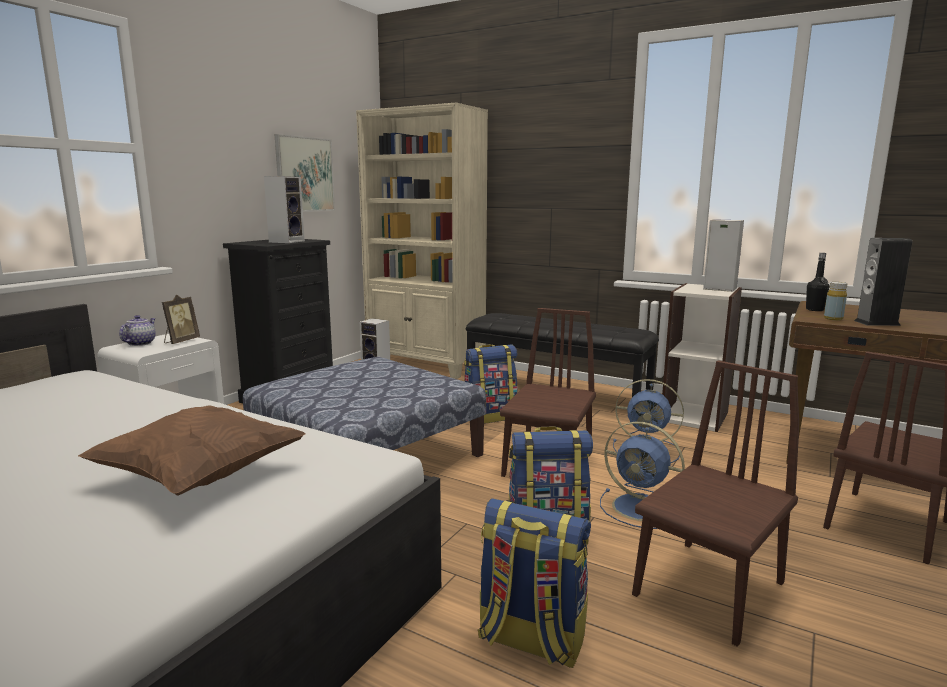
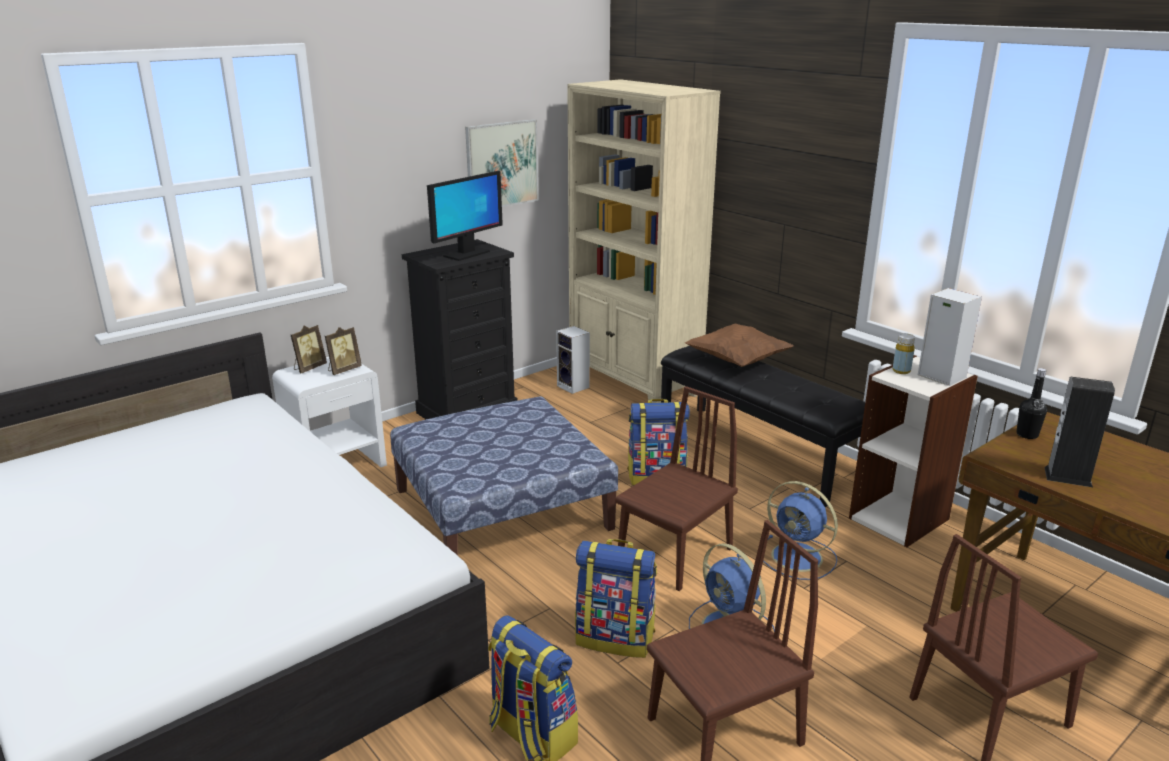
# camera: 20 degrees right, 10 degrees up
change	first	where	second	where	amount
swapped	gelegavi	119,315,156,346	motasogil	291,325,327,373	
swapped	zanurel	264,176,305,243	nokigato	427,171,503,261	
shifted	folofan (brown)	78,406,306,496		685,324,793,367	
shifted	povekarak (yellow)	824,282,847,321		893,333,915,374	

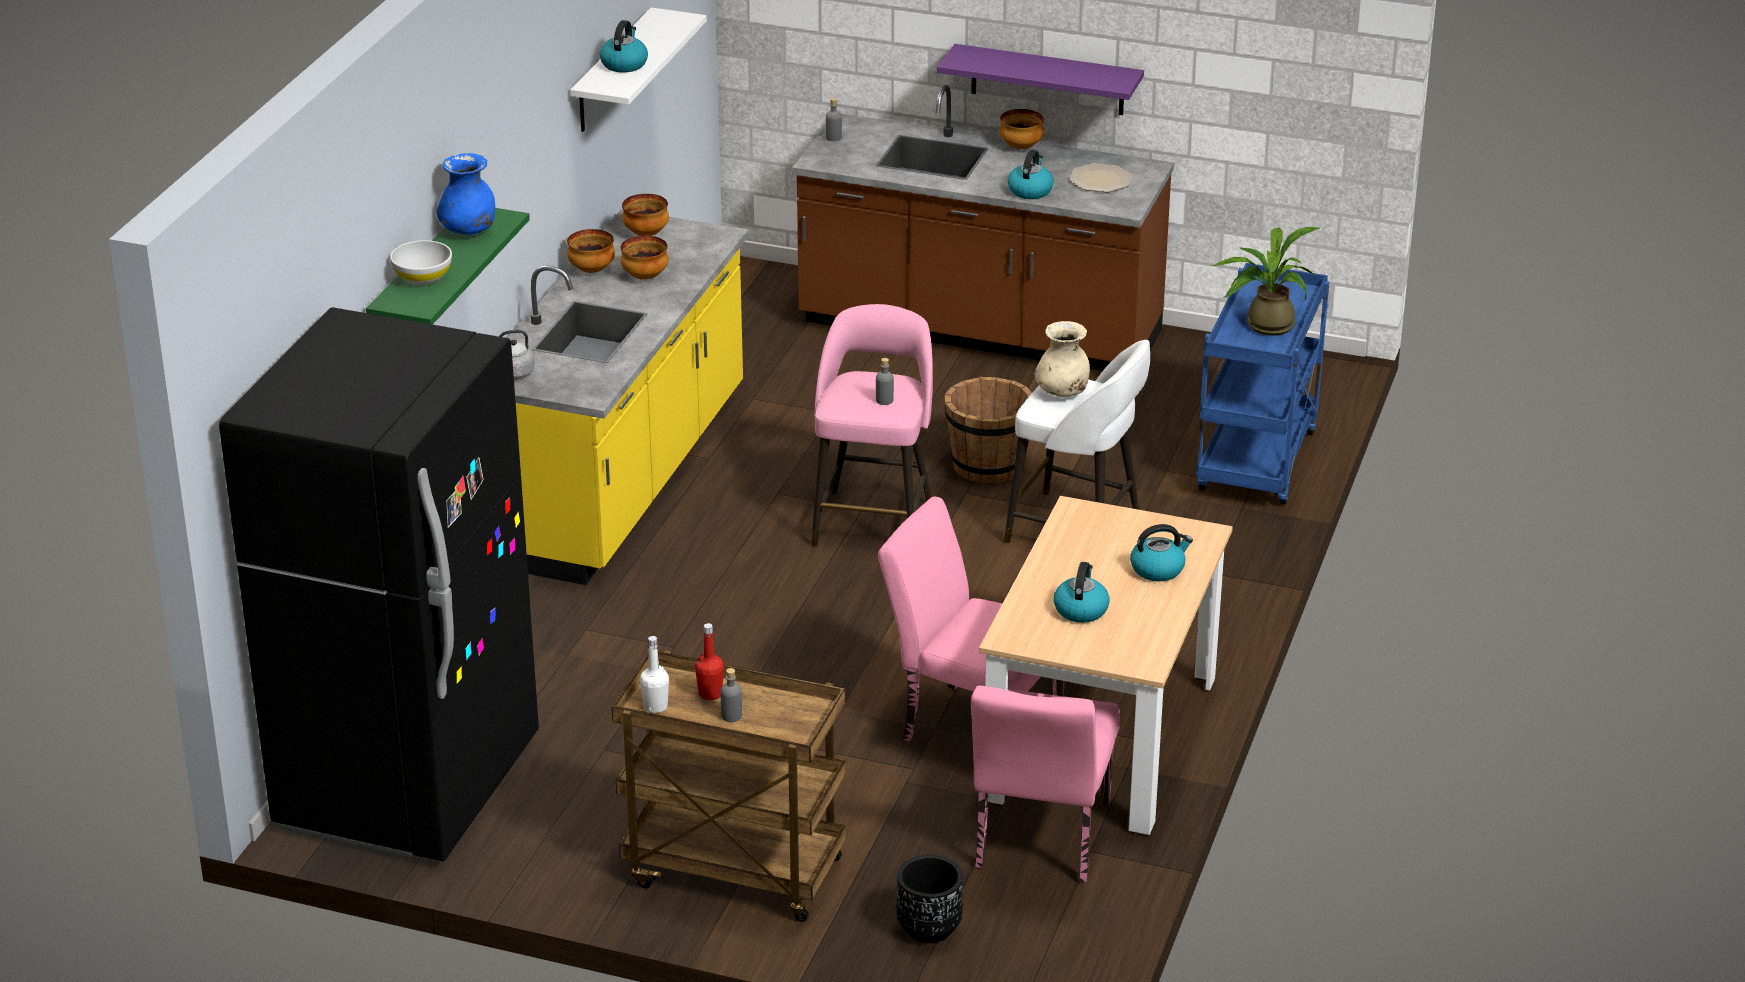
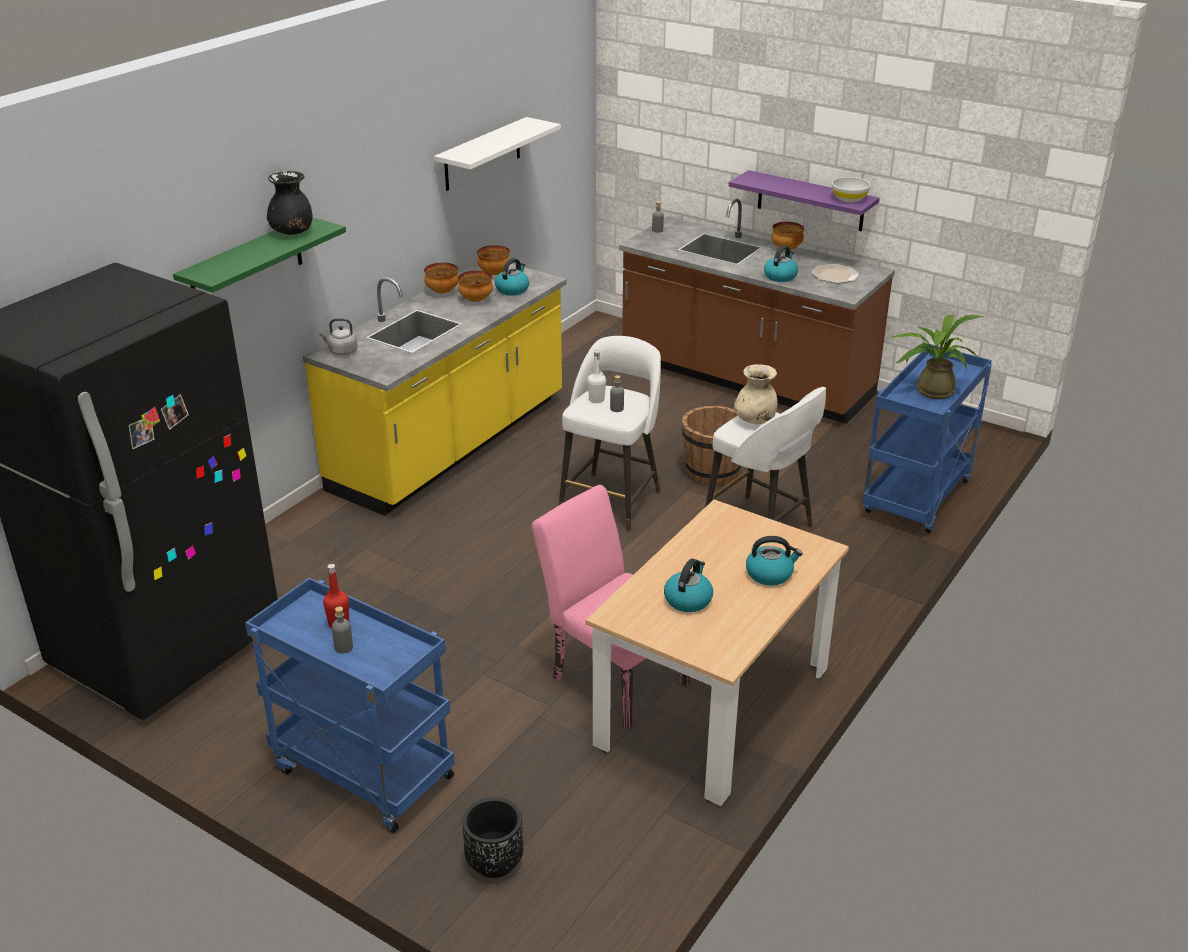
# camera: 15 degrees right, 0 degrees up
change	first	where	second	where	amount
repainted	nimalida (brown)	612,650,846,922	nimalida (blue)	245,578,455,833	
repainted	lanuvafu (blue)	436,153,495,235	lanuvafu (black)	267,171,312,235	
shifted	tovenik	600,20,648,73		495,258,529,296	
repainted	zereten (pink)	811,304,933,547	zereten (white)	559,336,661,531	
shifted	povekarak (white)	640,636,669,713		587,350,606,403	
shifted	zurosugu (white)	390,240,452,285		832,177,871,202	
gone	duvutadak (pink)	971,686,1120,883			

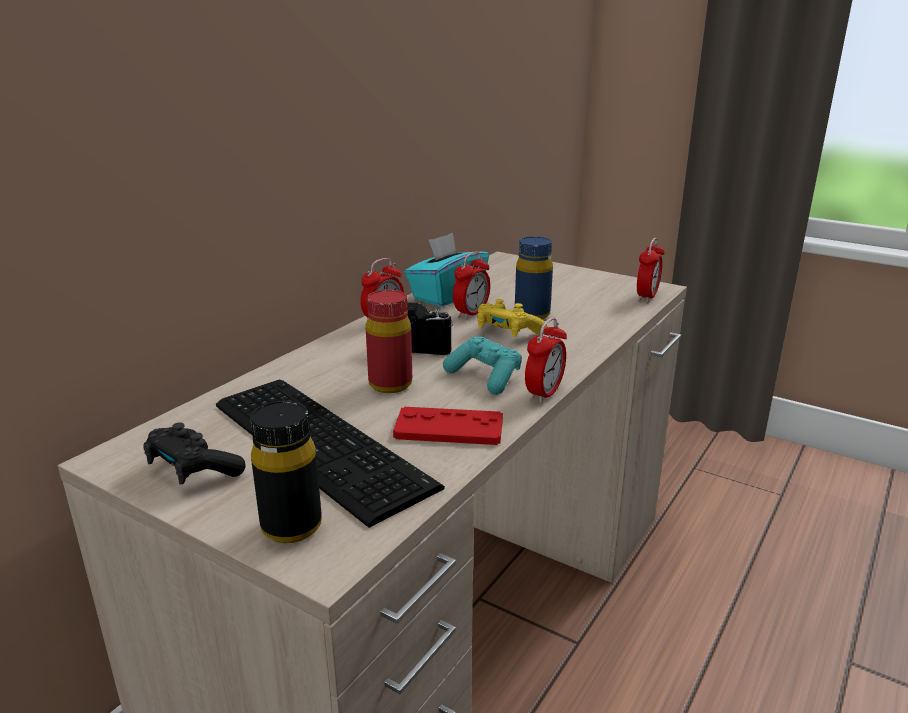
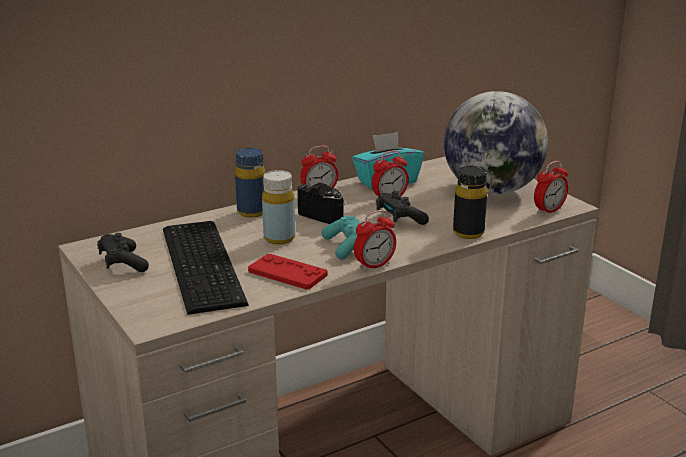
# camera: 25 degrees right, 0 degrees up
change	first	where	second	where	amount
shifted	povekarak (blue)	515,236,553,320		235,148,265,218	
repainted	povekarak (red)	366,290,412,393	povekarak (yellow)	262,170,295,245	
repainted	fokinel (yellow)	477,299,548,337	fokinel (black)	376,191,429,225	
new			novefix	444,91,548,195	
shifted	povekarak (black)	250,401,322,543		453,166,487,239	

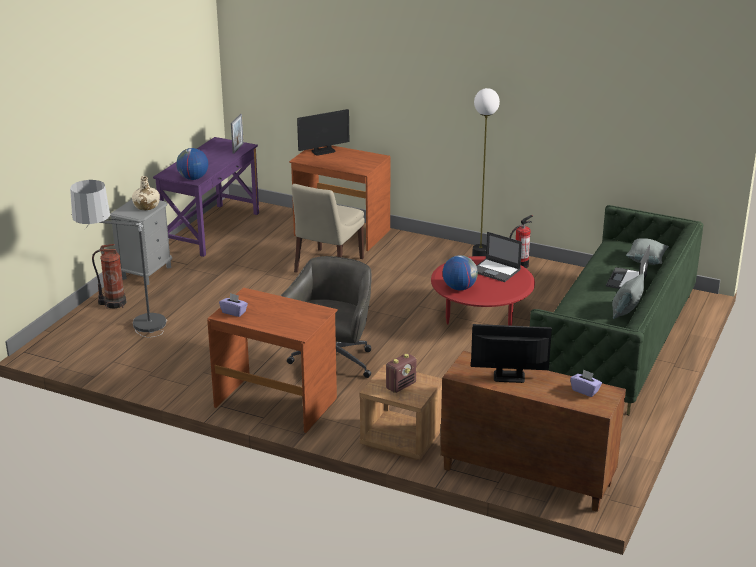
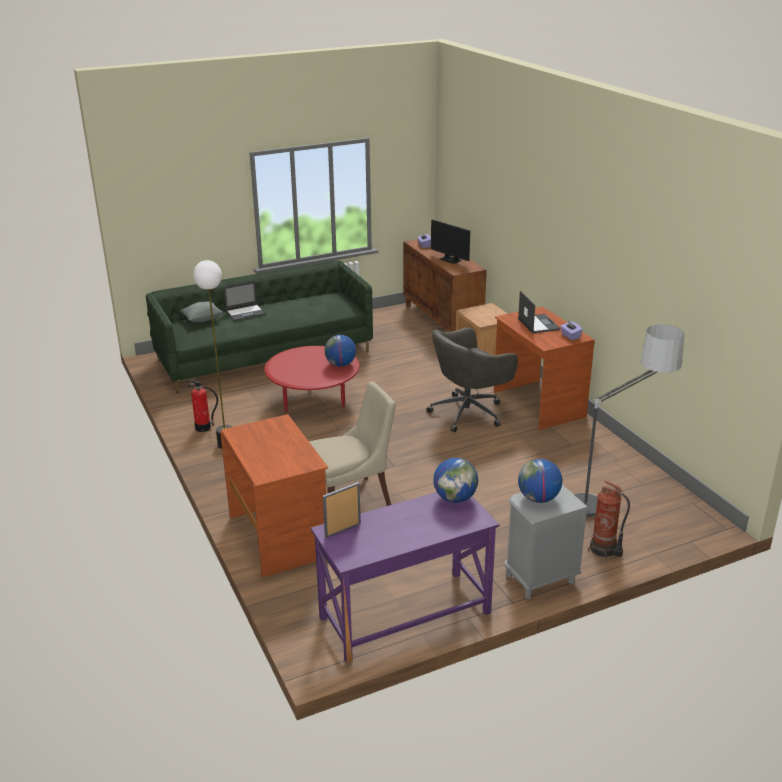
# camera: 140 degrees left, 0 degrees up
change	first	where	second	where	amount
shifted	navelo	477,232,522,282		518,291,560,334	
swapped	povekarak (beige)	132,176,160,210	novefix	518,459,562,503	
gone	nokigato	297,109,349,156			
gone	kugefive	386,353,417,393			
gone	folofan (grey)	612,272,644,319			

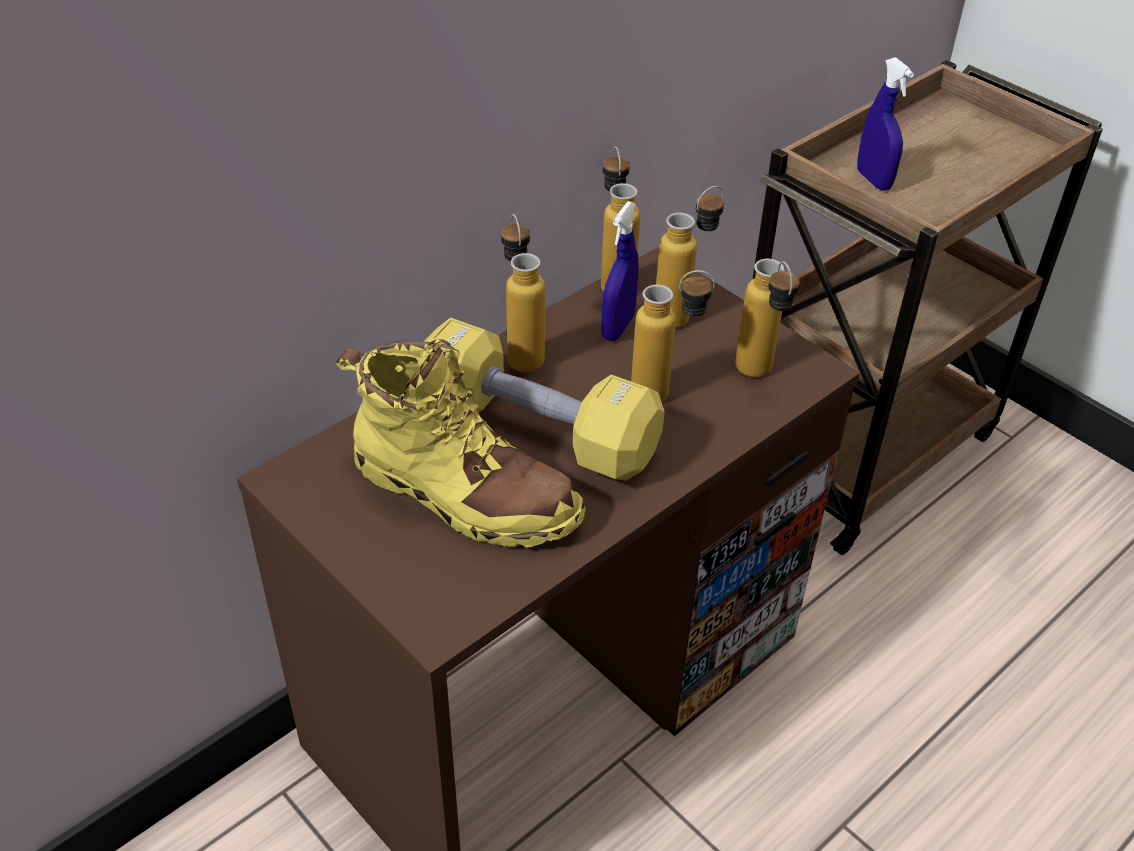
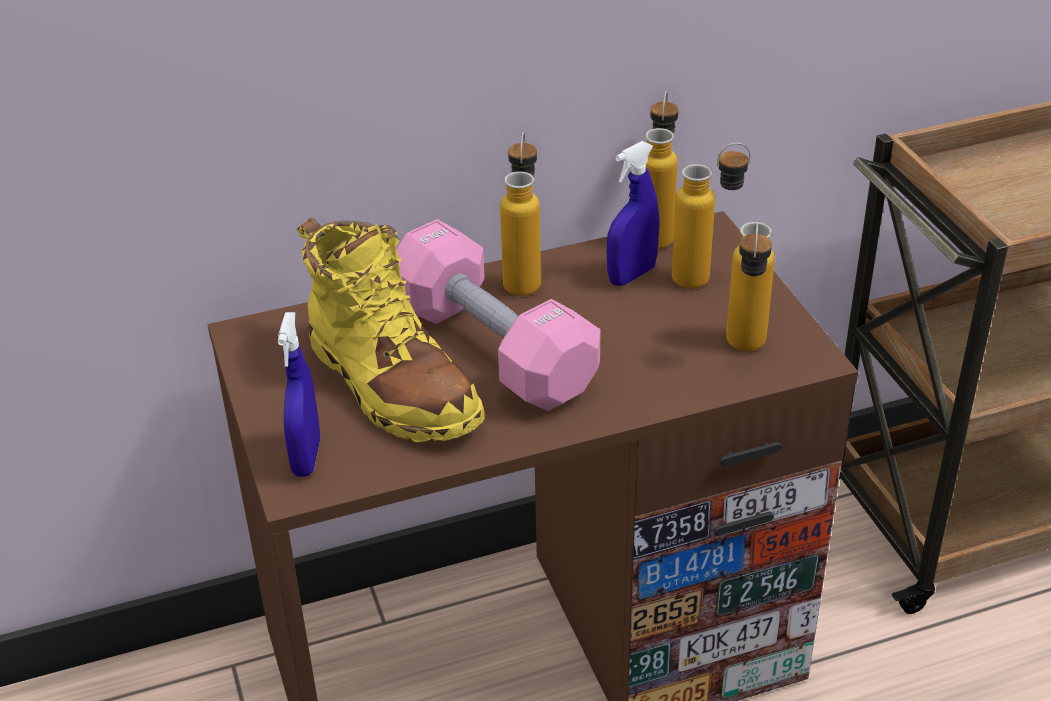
# camera: 25 degrees right, 5 degrees down
change	first	where	second	where	amount
shifted	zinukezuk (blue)	857,57,914,191		278,312,320,477	
repainted	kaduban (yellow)	424,318,665,481	kaduban (pink)	396,219,600,411	
gone	povekarak	631,270,715,402			

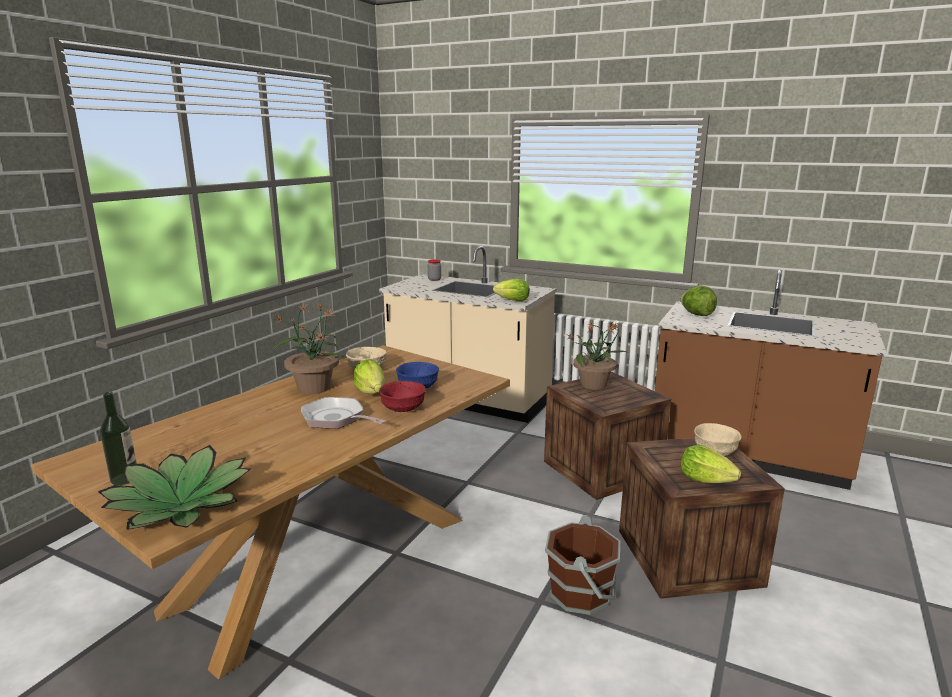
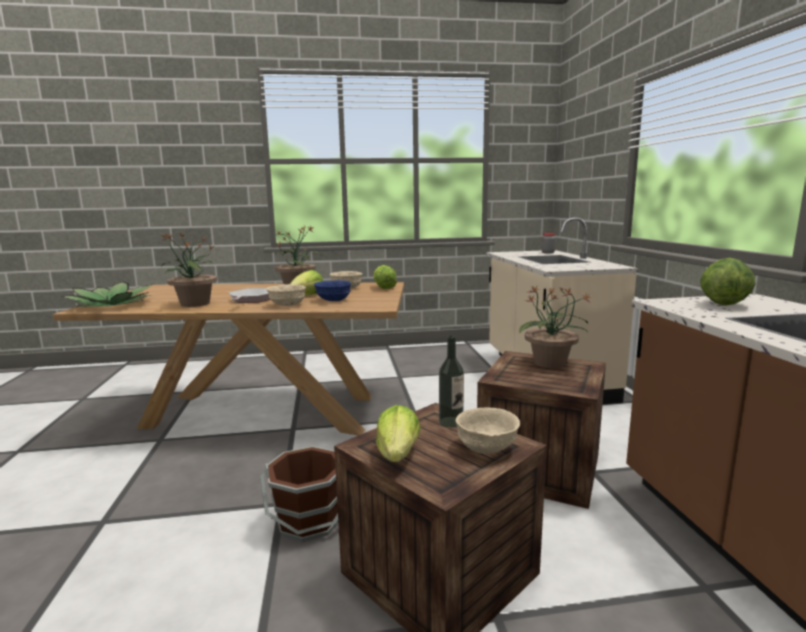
# camera: 55 degrees right, 5 degrees down
change	first	where	second	where	amount
new			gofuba	161,233,217,307	
repainted	zurosugu (red)	379,381,426,412	zurosugu (beige)	266,284,306,306	
shifted	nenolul	493,279,530,301		374,265,397,289	
shifted	povekarak	100,392,137,485		439,336,464,427	

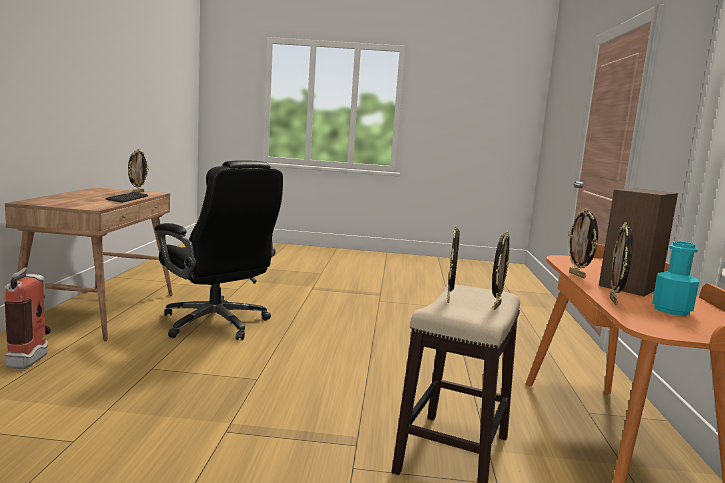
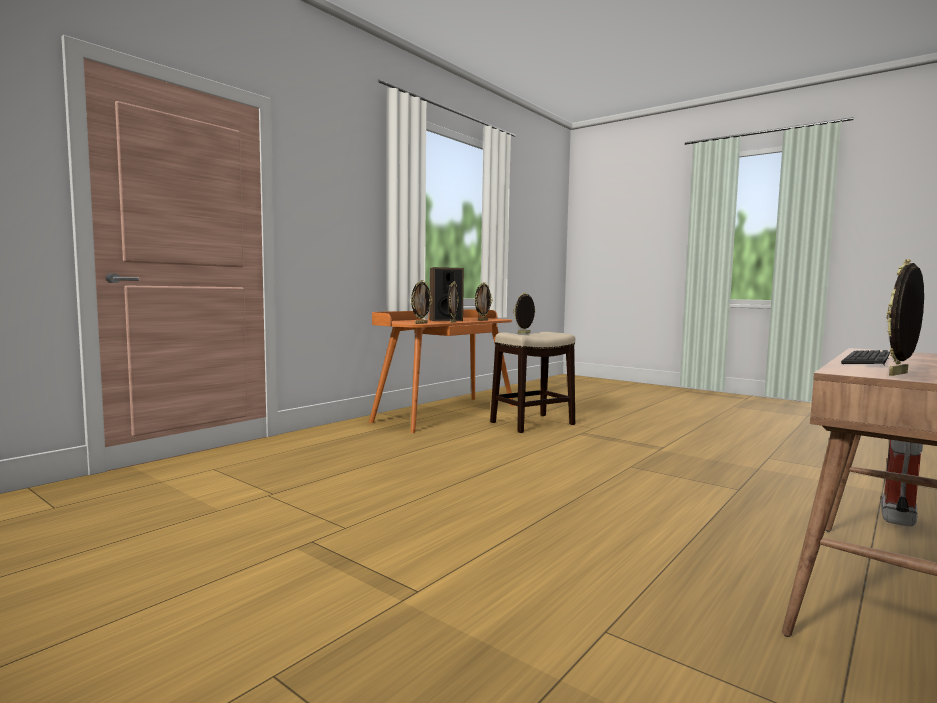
# camera: 145 degrees left, 5 degrees down
change	first	where	second	where	amount
shifted	motasogil	447,225,460,303		411,280,433,324	
gone	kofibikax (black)	155,160,283,340			
gone	povekarak (turquoise)	652,241,699,316			

